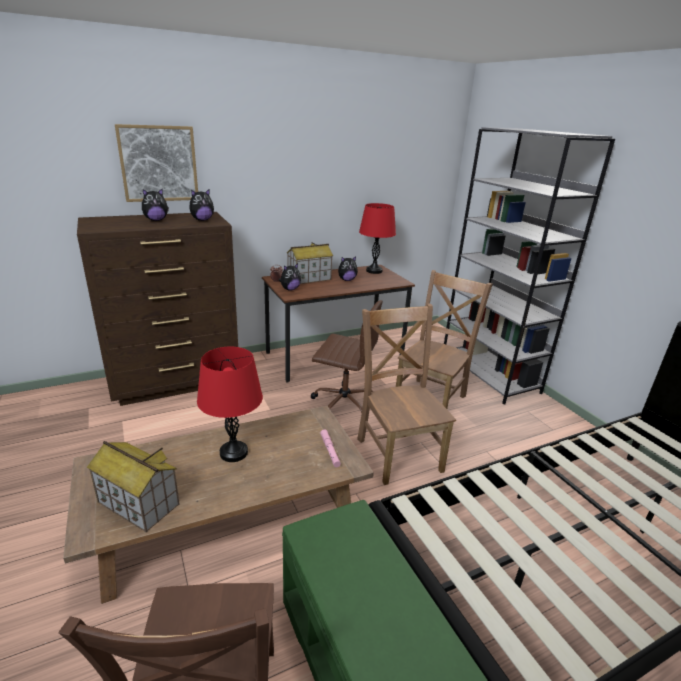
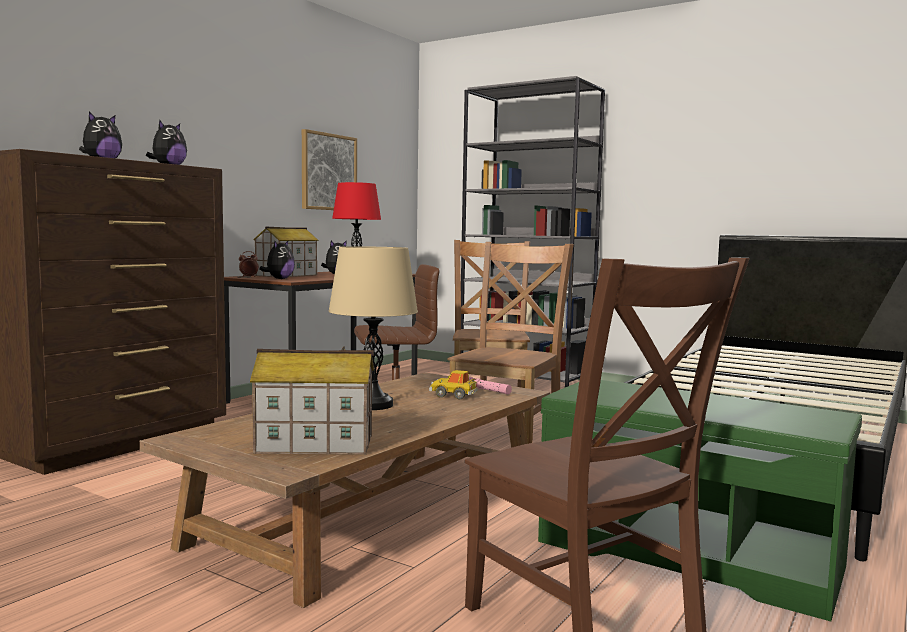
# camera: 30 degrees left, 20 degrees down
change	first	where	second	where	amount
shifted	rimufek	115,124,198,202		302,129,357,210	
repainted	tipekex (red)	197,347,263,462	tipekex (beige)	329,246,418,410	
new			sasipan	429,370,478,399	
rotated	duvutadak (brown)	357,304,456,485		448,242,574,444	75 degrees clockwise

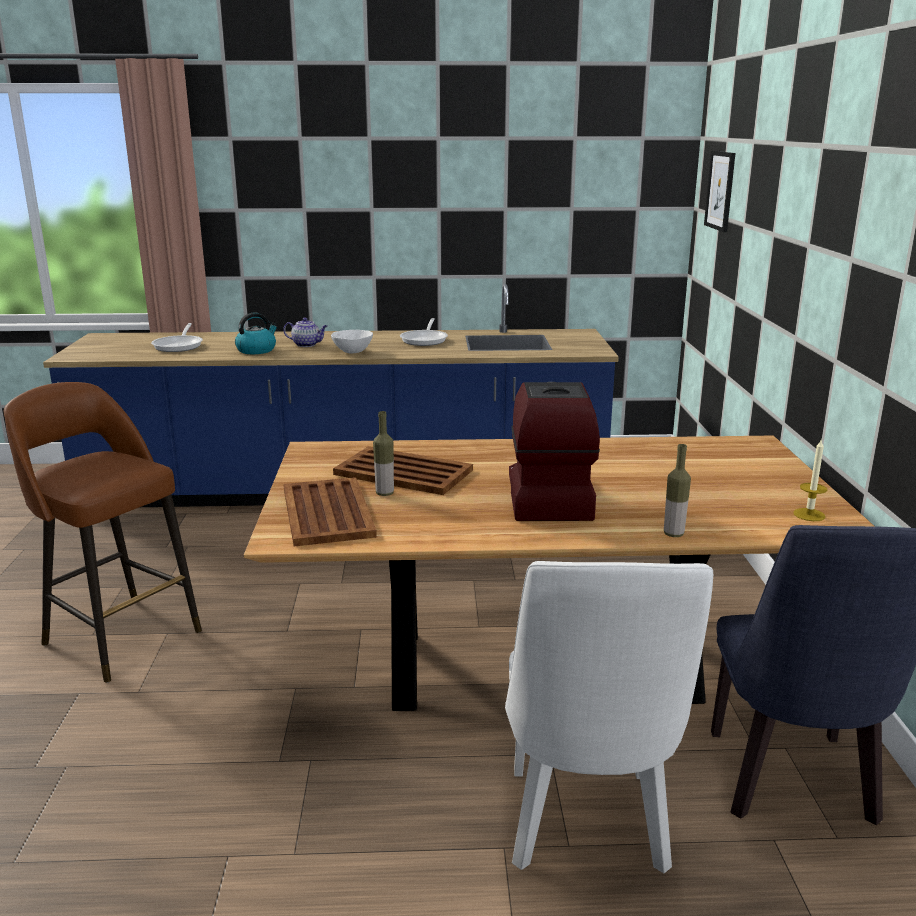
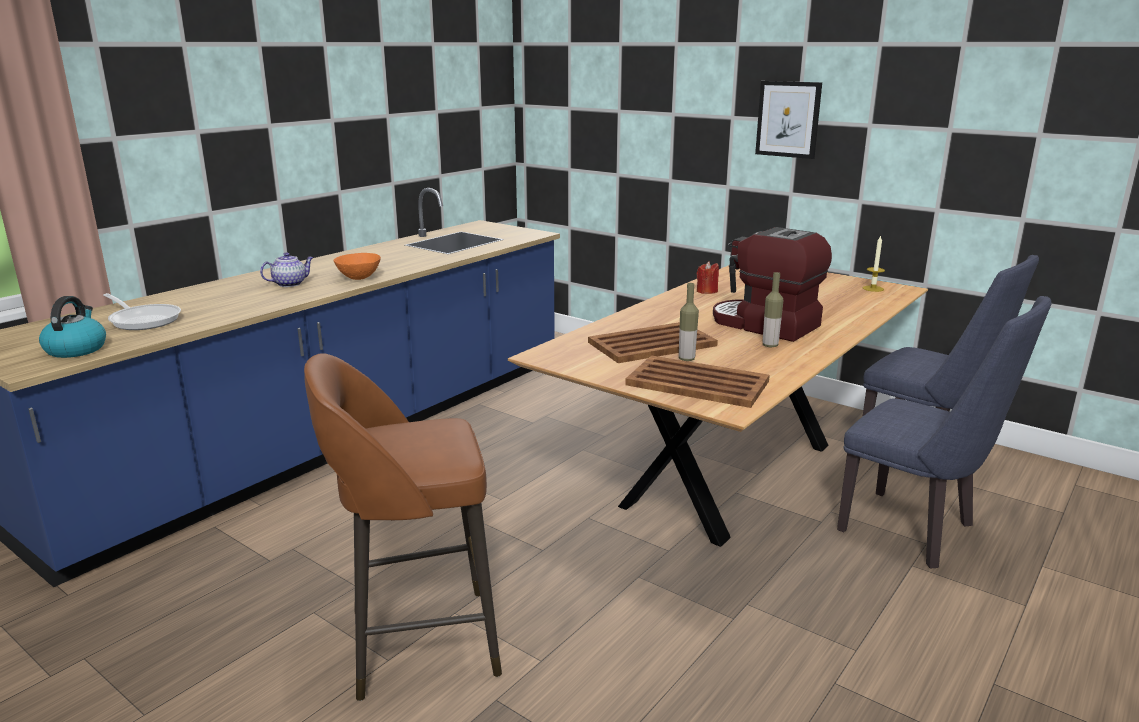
# camera: 50 degrees left, 0 degrees up
change	first	where	second	where	amount
shifted	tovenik	235,312,278,354		39,296,106,358	
repainted	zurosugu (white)	331,330,373,353	zurosugu (orange)	333,253,381,280	
new			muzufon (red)	697,261,719,294	
shifted	rimufek	704,151,735,232		755,81,822,159	
shifted	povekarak	664,444,691,537		762,272,783,347	
repainted	duvutadak (white)	505,561,713,873	duvutadak (blue)	837,296,1052,568	
gone	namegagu	400,318,448,346			

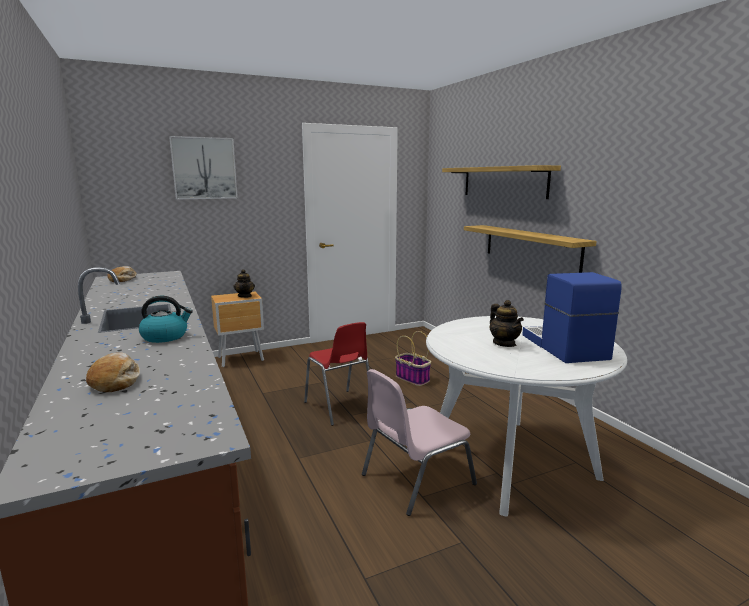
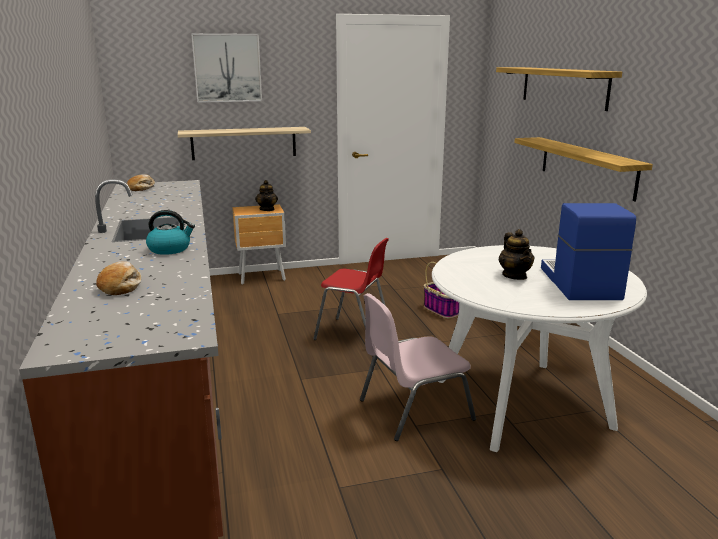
# camera: 10 degrees right, 5 degrees up
change	first	where	second	where	amount
new			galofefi	178,127,311,160	
rotated	duvutadak (red)	304,322,369,426		313,238,389,340	45 degrees counterclockwise

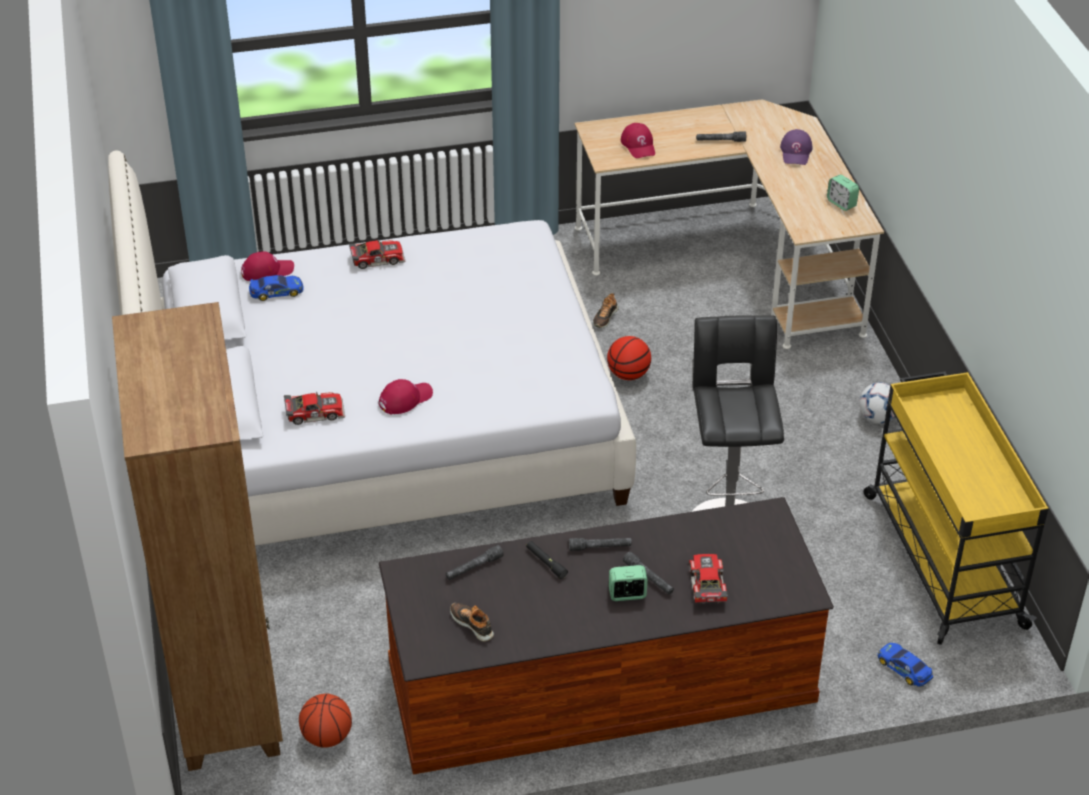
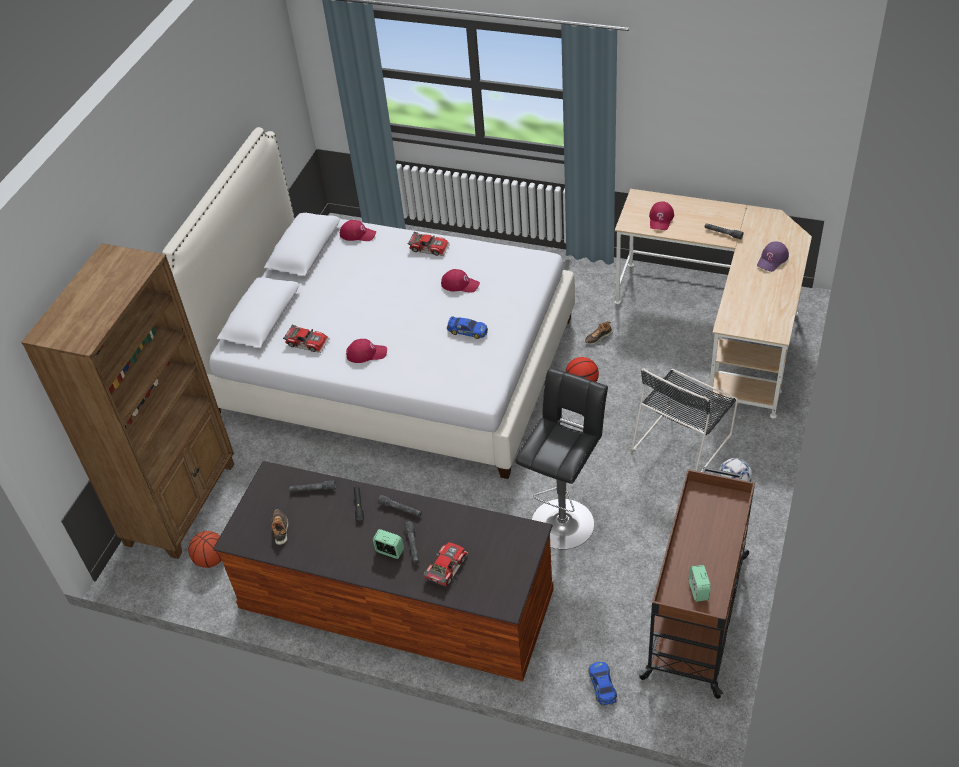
# camera: 35 degrees right, 5 degrees up
change	first	where	second	where	amount
new			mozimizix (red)	441,269,480,293	
shifted	sasipan	249,275,304,301		447,316,488,339	
new			duvutadak (black)	632,369,738,472	
repainted	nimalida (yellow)	863,372,1048,645	nimalida (brown)	638,467,755,699	
shifted	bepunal	827,174,859,211		689,565,711,602	

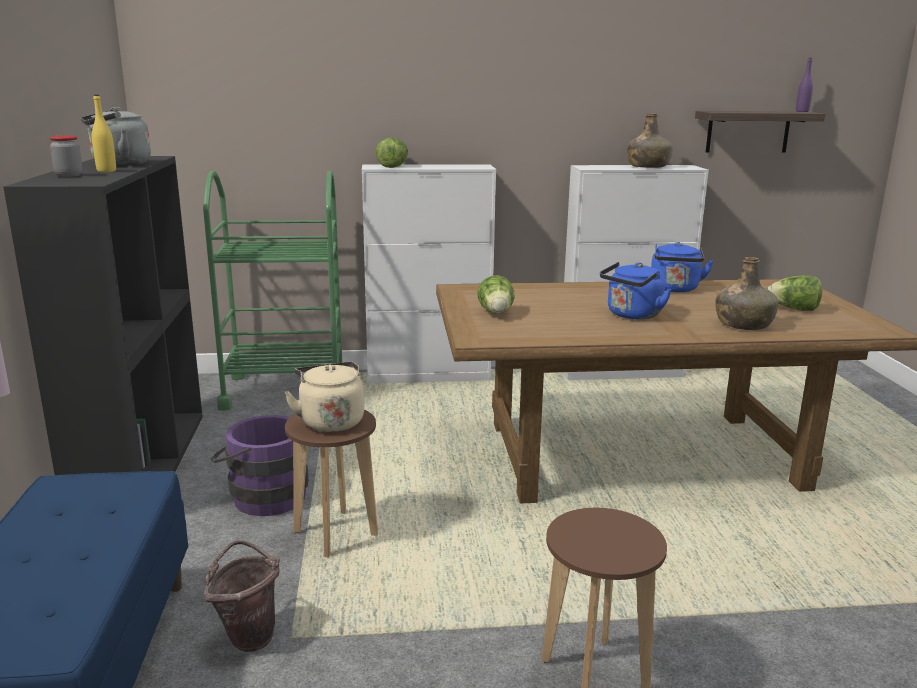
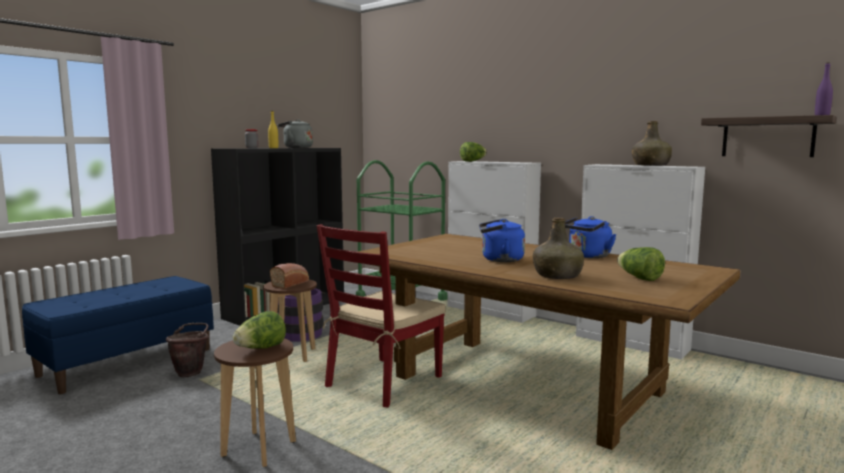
# camera: 45 degrees right, 10 degrees down
change	first	where	second	where	amount
shifted	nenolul	477,275,514,314		233,311,286,349	
swapped	tovenik (beige)	284,362,364,432	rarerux	270,263,309,289	
new			duvutadak (red)	316,224,446,408	

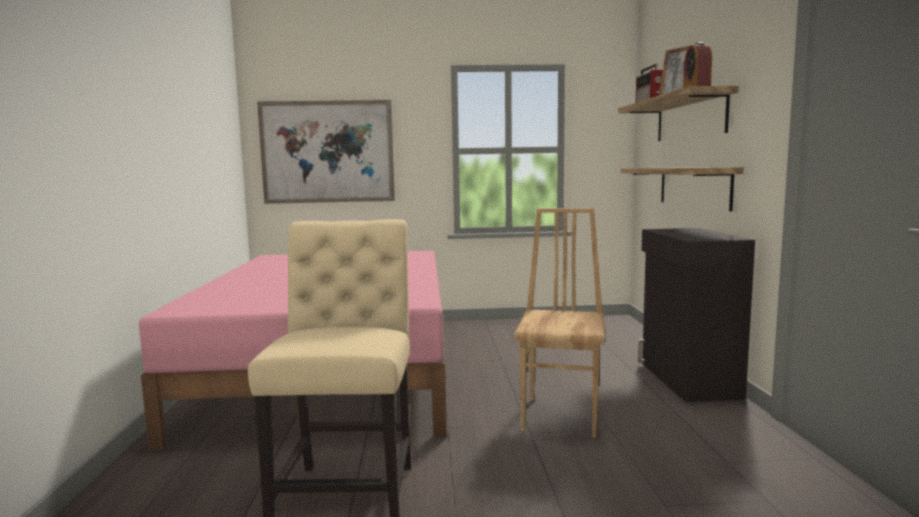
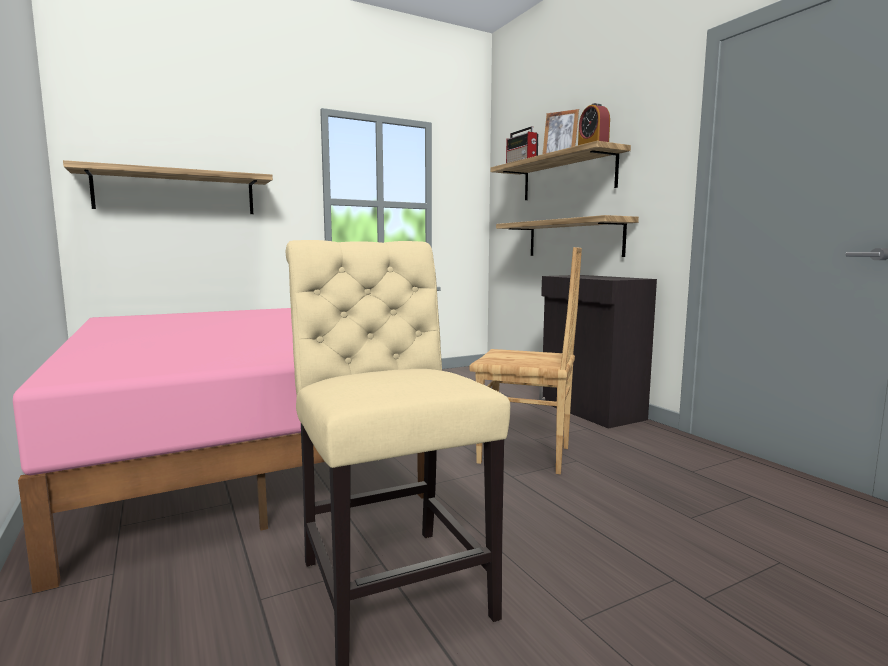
# camera: 25 degrees left, 0 degrees up
change	first	where	second	where	amount
swapped	rimufek	257,100,395,204	galofefi	63,160,273,214	
rotated	duvutadak (brown)	514,208,605,438		469,247,582,474	120 degrees clockwise

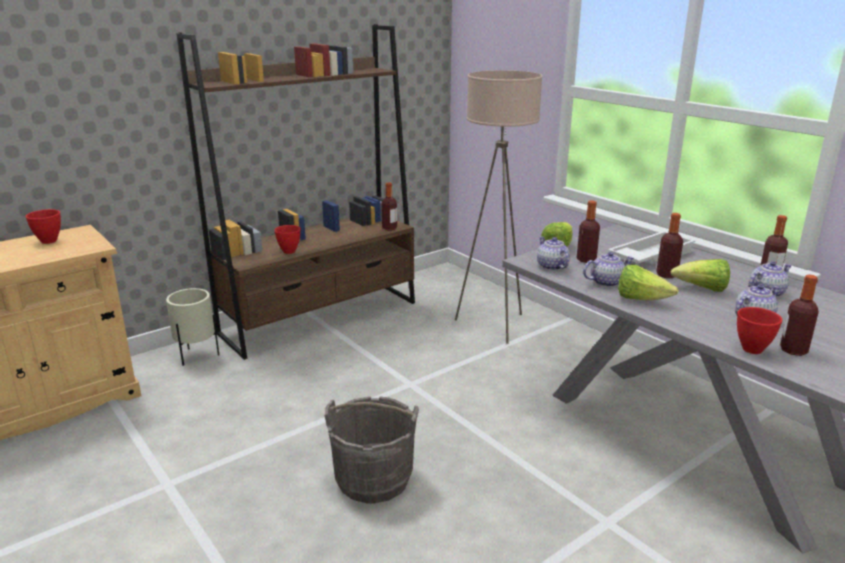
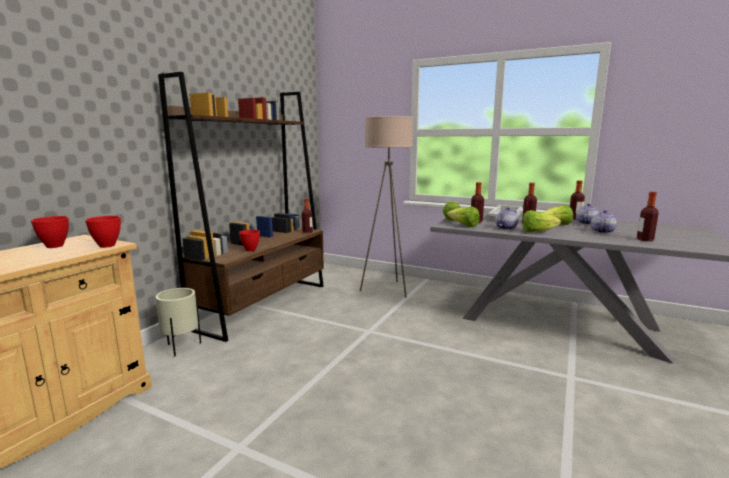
# camera: 25 degrees left, 10 degrees down
change	first	where	second	where	amount
shifted	zurosugu (red)	737,307,782,354		85,216,121,248	
swapped	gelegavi	537,237,570,271	nenolul	447,206,480,227	
gone	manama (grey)	324,396,419,503			

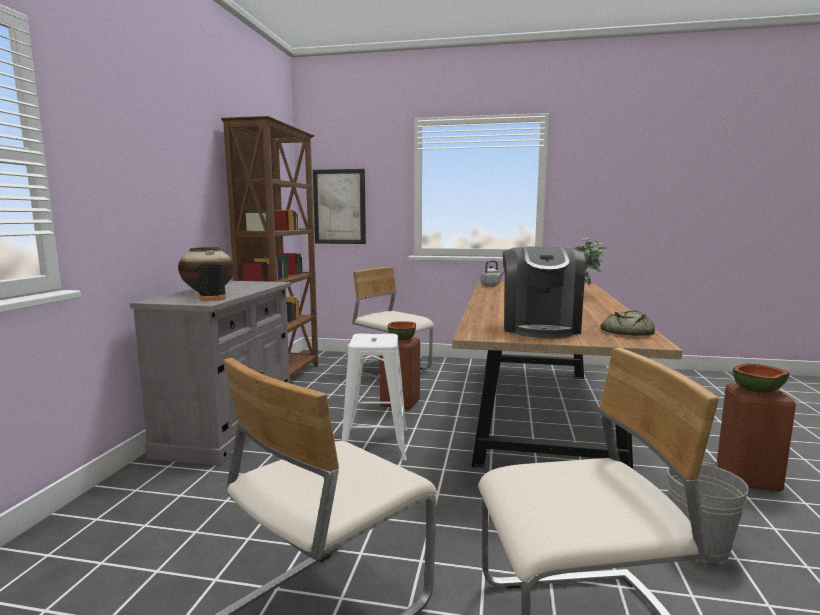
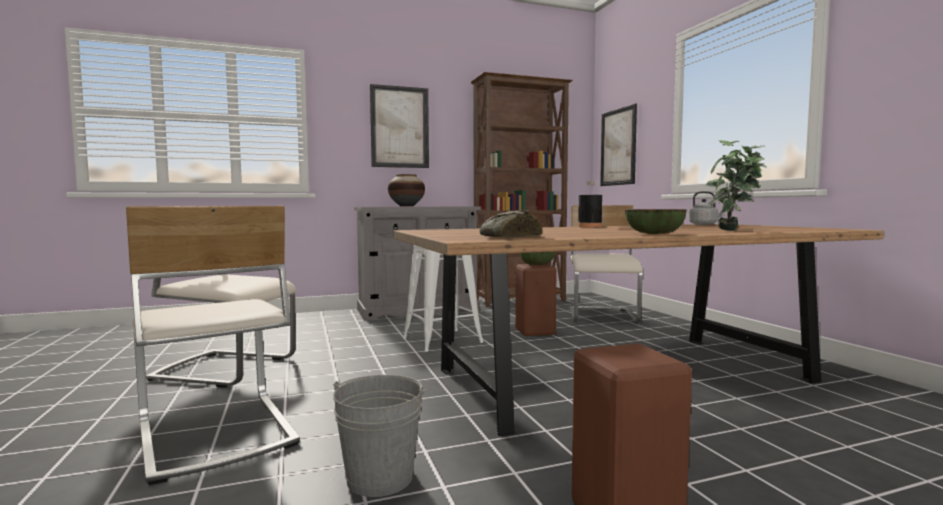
# camera: 60 degrees right, 5 degrees down
change	first	where	second	where	amount
new			rimufek	370,84,429,168	
shifted	povekarak (black)	198,251,226,301		578,181,602,227	
shifted	zurosugu	733,364,790,393		625,209,687,234	
gone	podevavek	503,246,585,338			

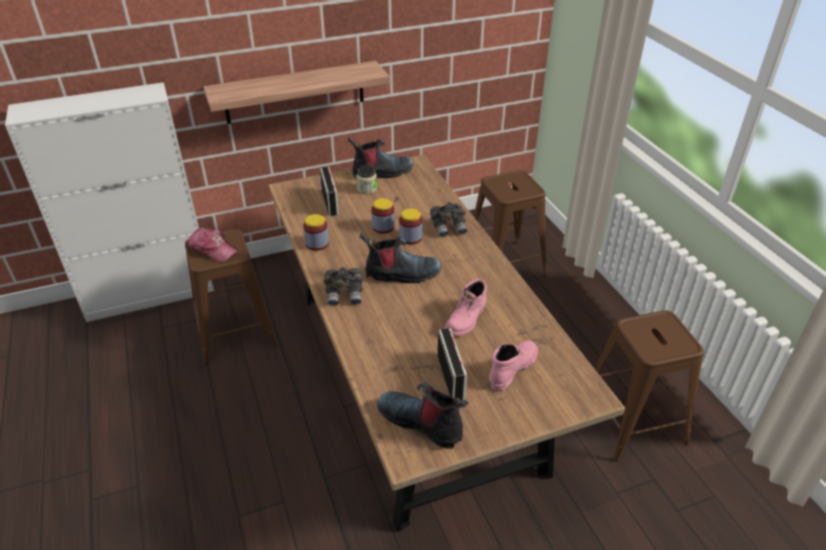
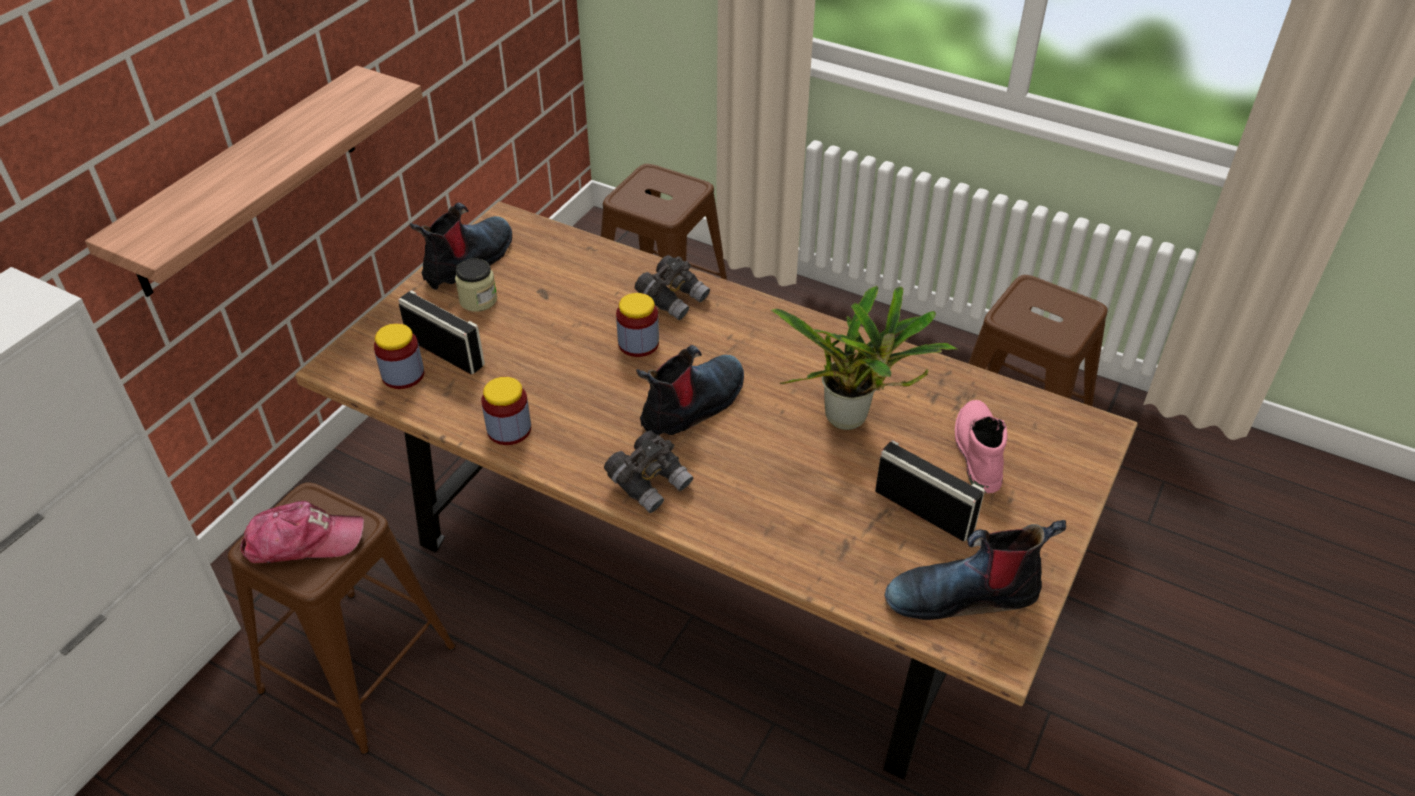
# camera: 40 degrees left, 5 degrees up
change	first	where	second	where	amount
shifted	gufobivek	371,198,395,234		374,323,424,389	
swapped	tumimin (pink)	445,279,487,336	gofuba	771,286,958,430	

